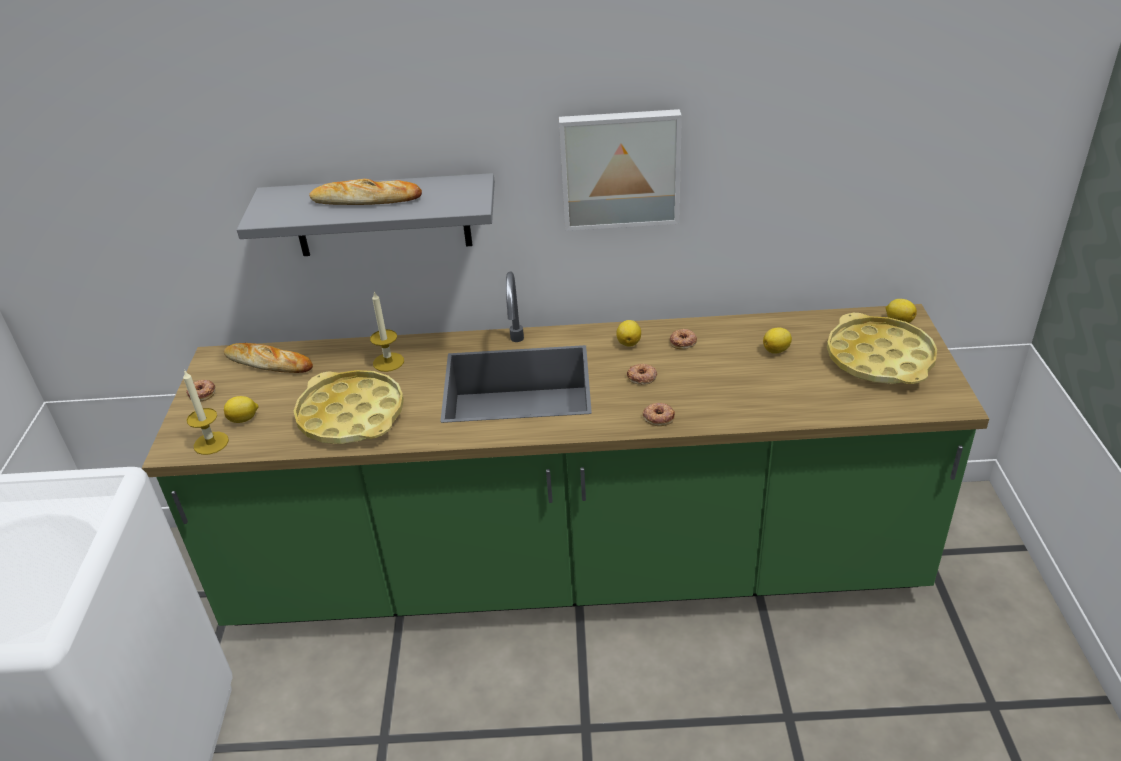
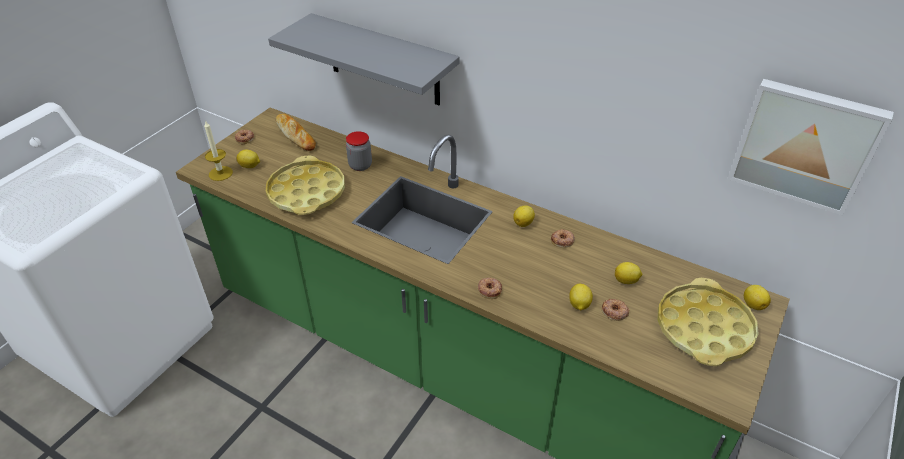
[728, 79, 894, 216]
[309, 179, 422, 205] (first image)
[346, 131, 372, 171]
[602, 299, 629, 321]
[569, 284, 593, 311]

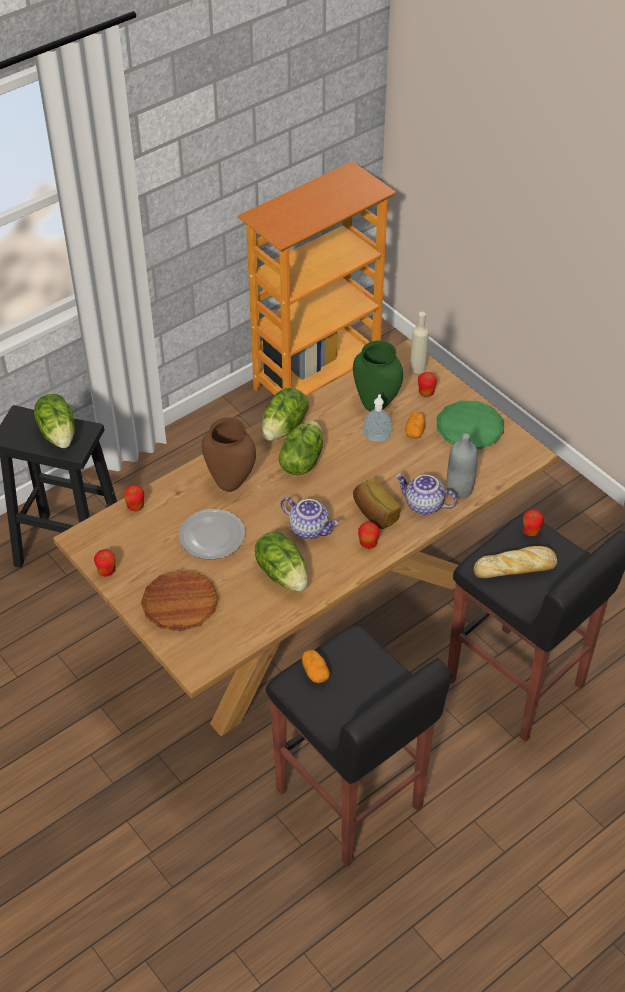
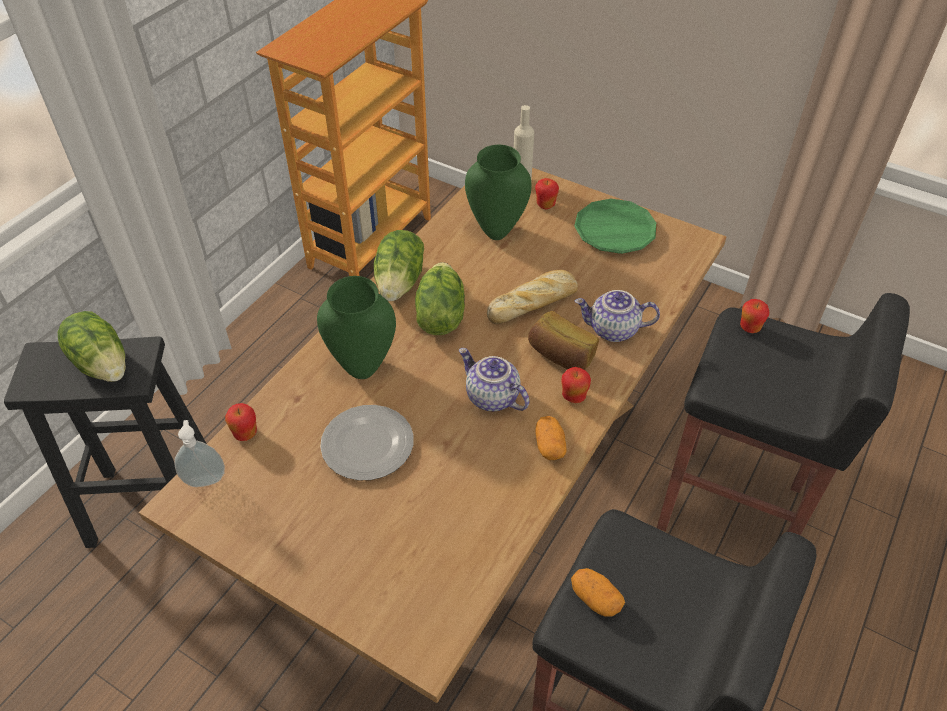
[175, 420, 225, 487]
[536, 416, 567, 460]
[317, 276, 396, 379]
[447, 433, 478, 499] (first image)
[459, 348, 529, 411]
[255, 532, 308, 591] (first image)
[487, 270, 578, 324]
[94, 549, 116, 577] (first image)
[141, 570, 218, 632] (first image)

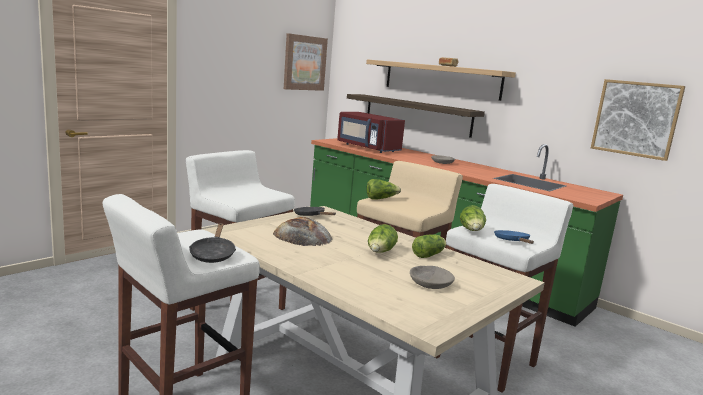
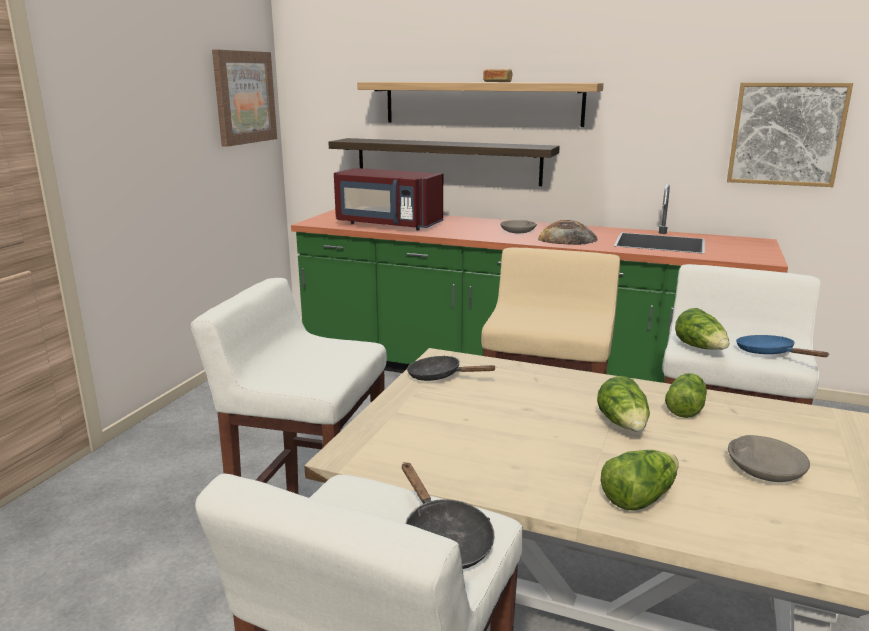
[601, 450, 679, 511]
[538, 220, 598, 245]

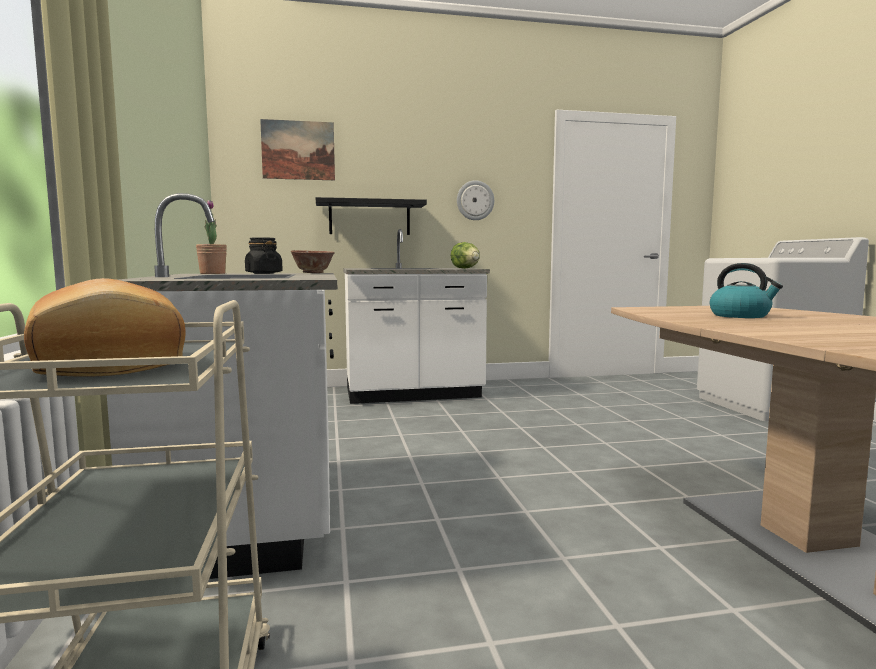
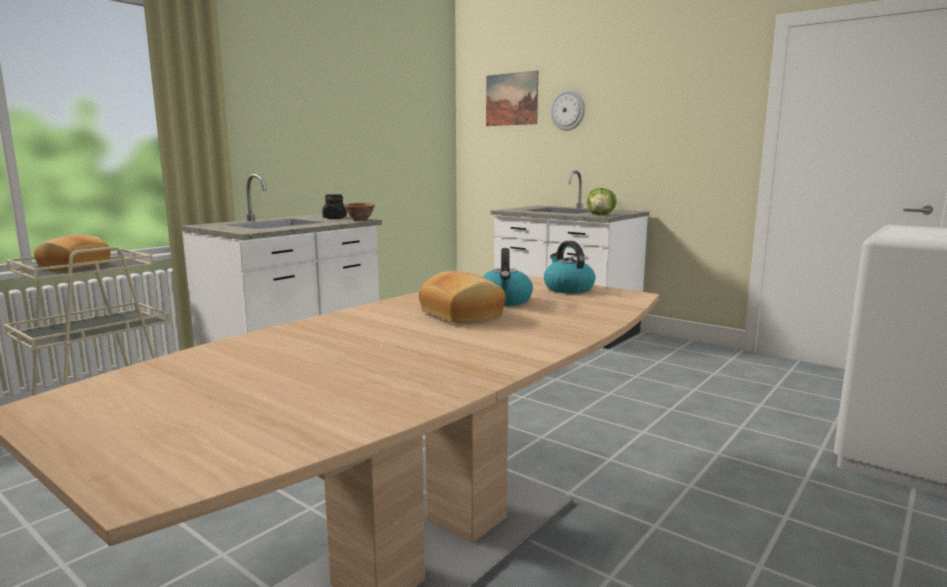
[551, 90, 585, 131]
[316, 197, 427, 235] (first image)
[196, 200, 227, 274] (first image)
[544, 241, 596, 293]
[419, 271, 506, 324]

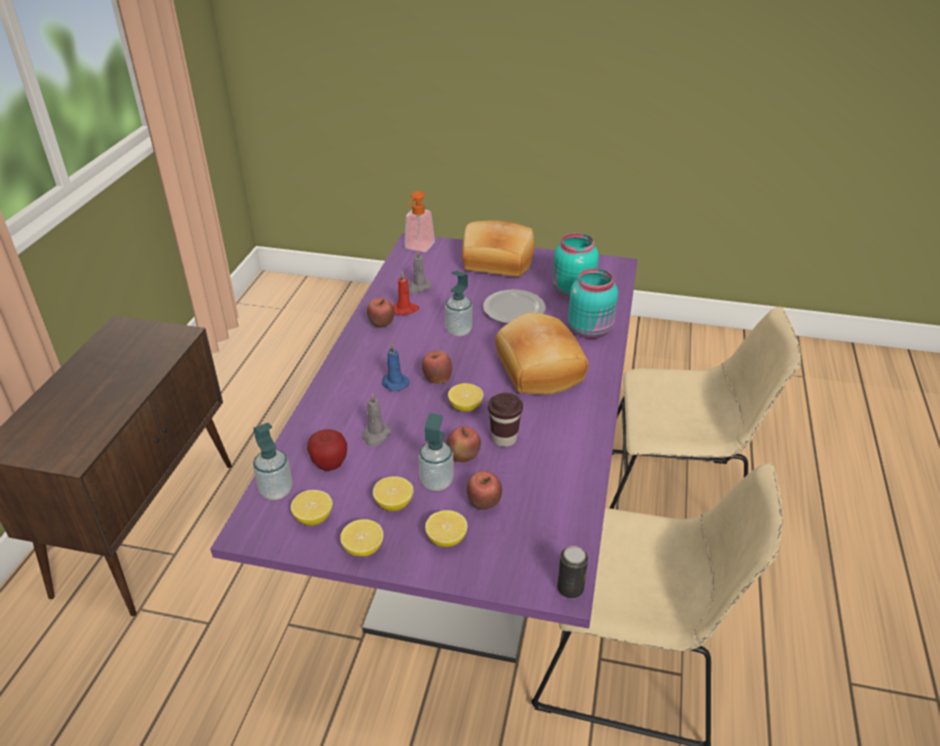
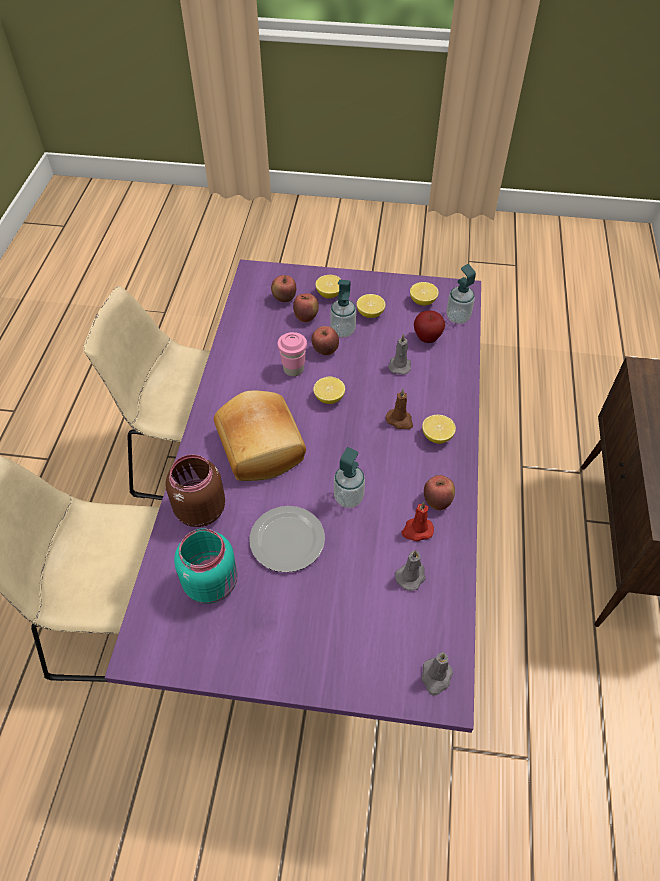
[421, 652, 453, 695]
[462, 220, 534, 277] (first image)
[166, 455, 225, 527]
[386, 389, 413, 429]
[271, 275, 296, 302]
[278, 332, 307, 376]
[422, 415, 456, 444]
[557, 546, 588, 599] (first image)

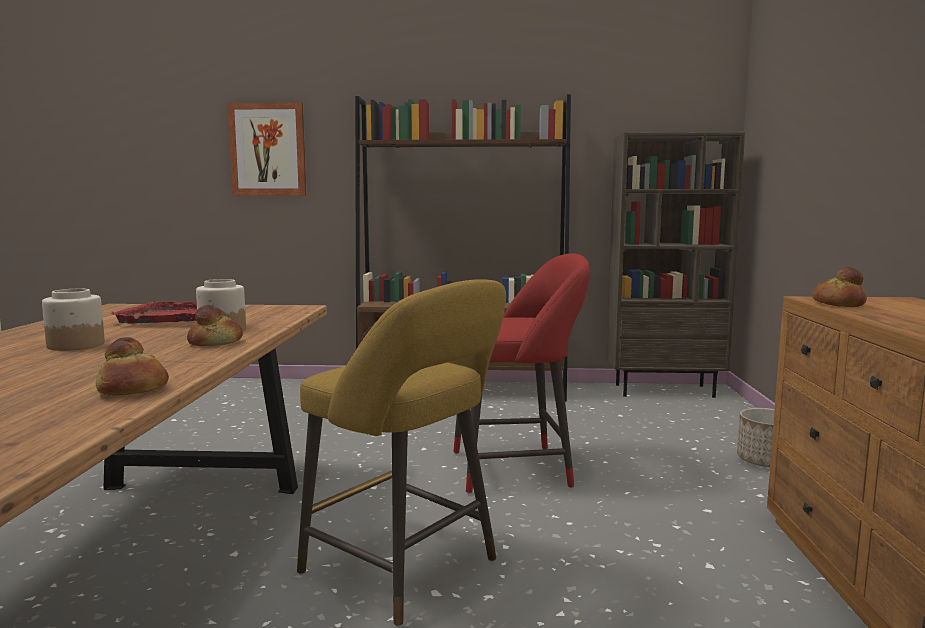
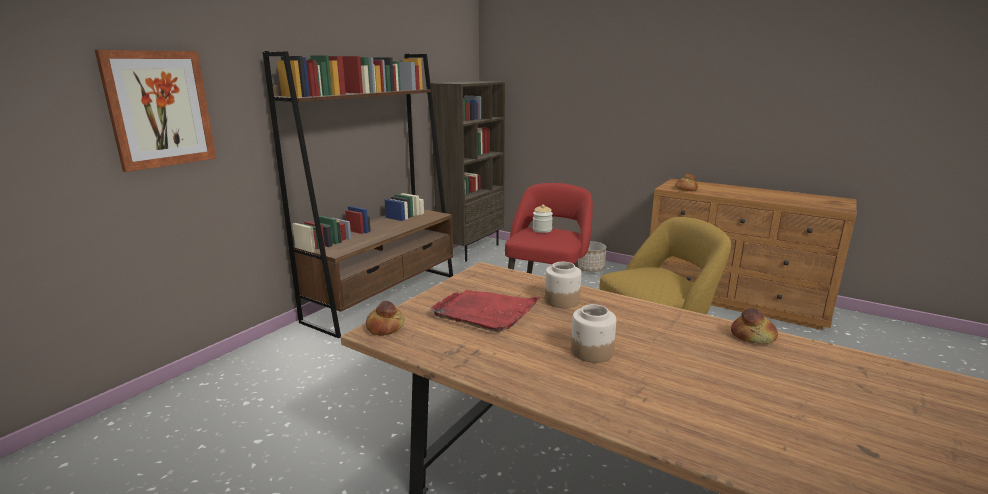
[366, 301, 404, 336]
[533, 204, 553, 233]

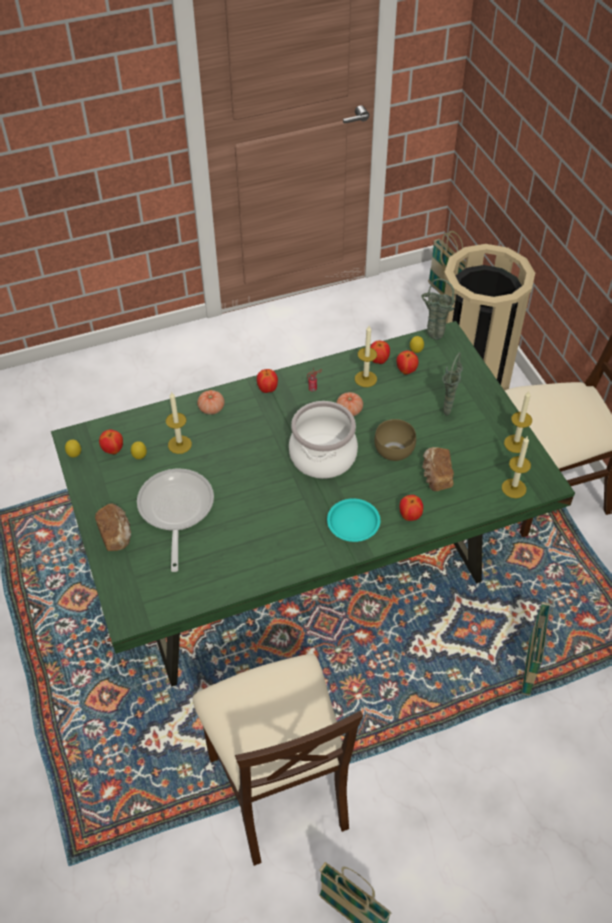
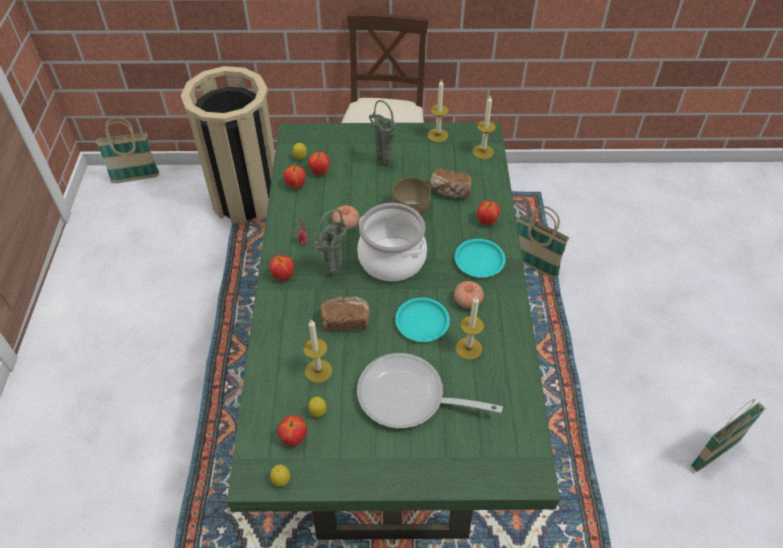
[313, 209, 347, 275]
[456, 295, 484, 360]
[454, 281, 484, 308]
[320, 296, 369, 330]
[193, 654, 363, 866] (first image)
[395, 298, 450, 342]

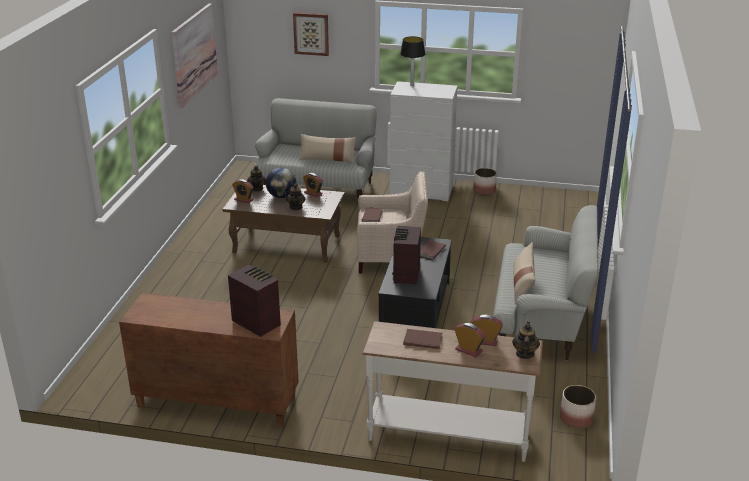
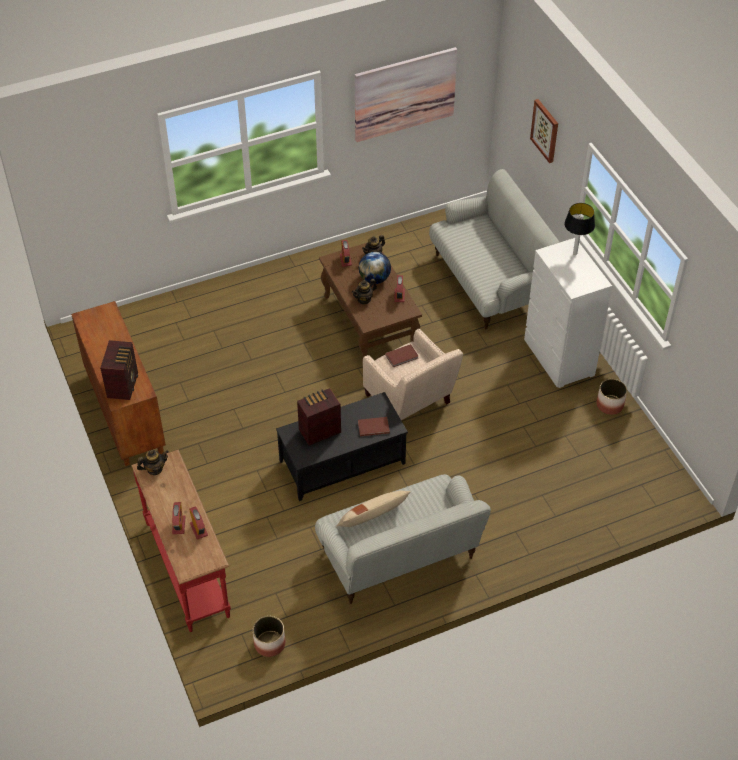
[299, 134, 357, 164] (first image)
[131, 449, 231, 632]
[137, 450, 169, 475]
[403, 329, 443, 349] (first image)

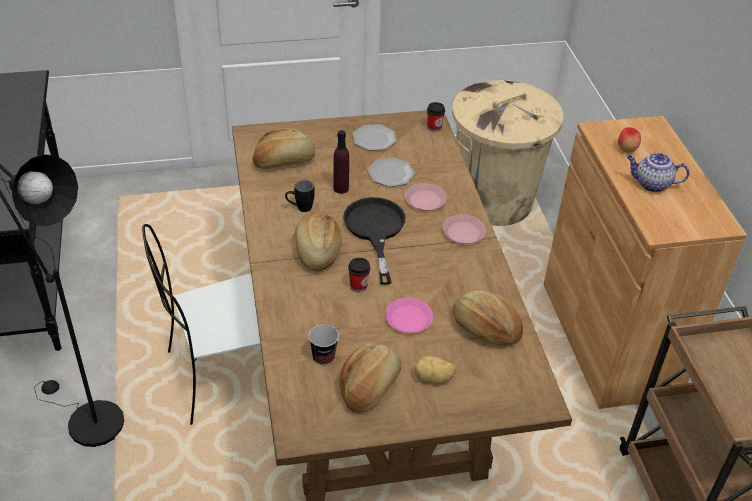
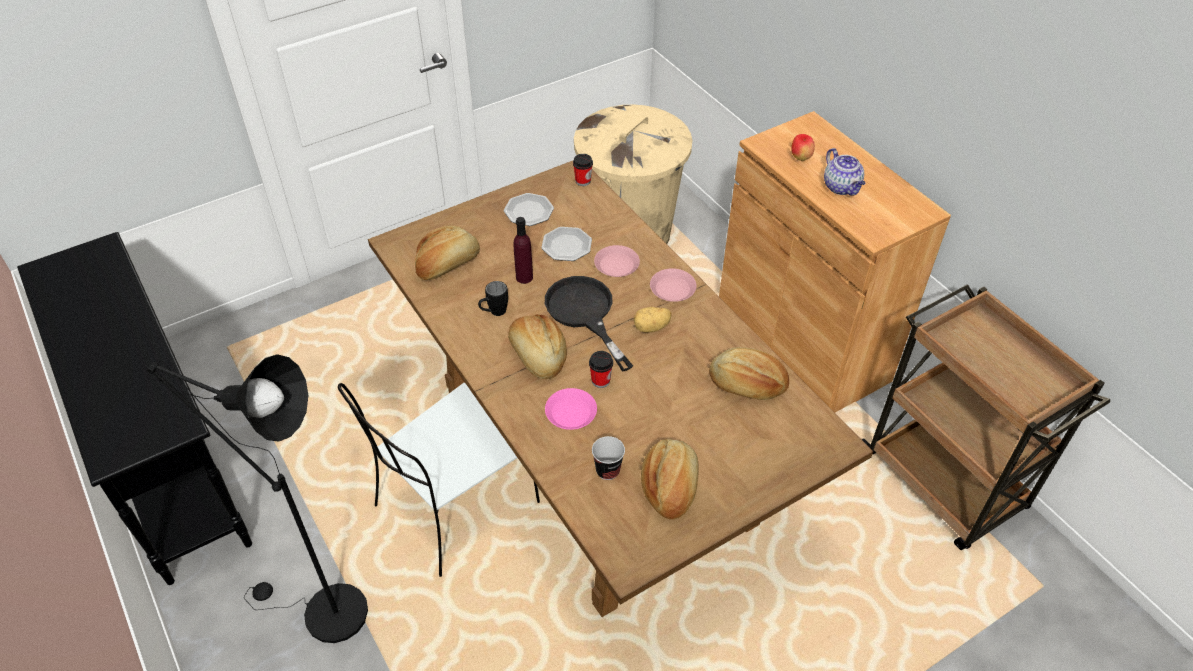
[824, 148, 865, 196]
[545, 388, 597, 430]
[634, 307, 672, 332]

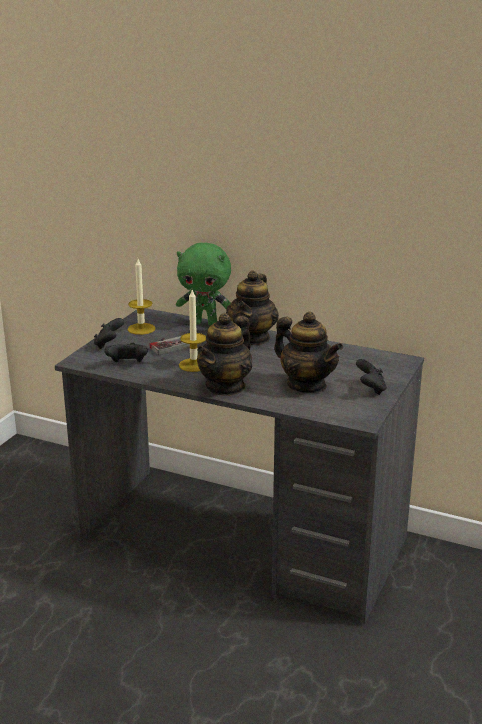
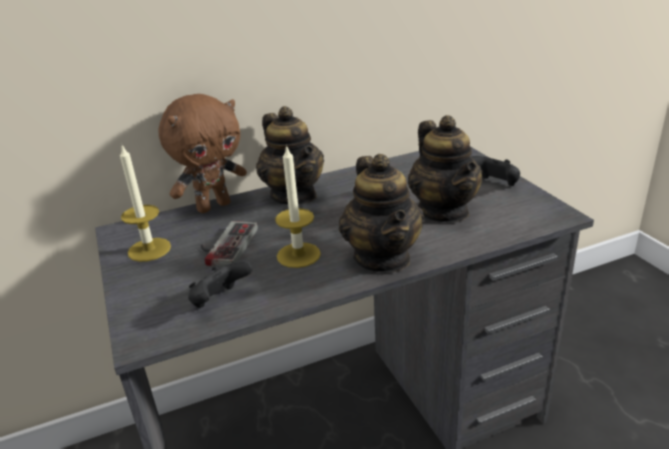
[158, 94, 247, 213]
[408, 115, 482, 223]
[94, 318, 124, 349] (first image)

